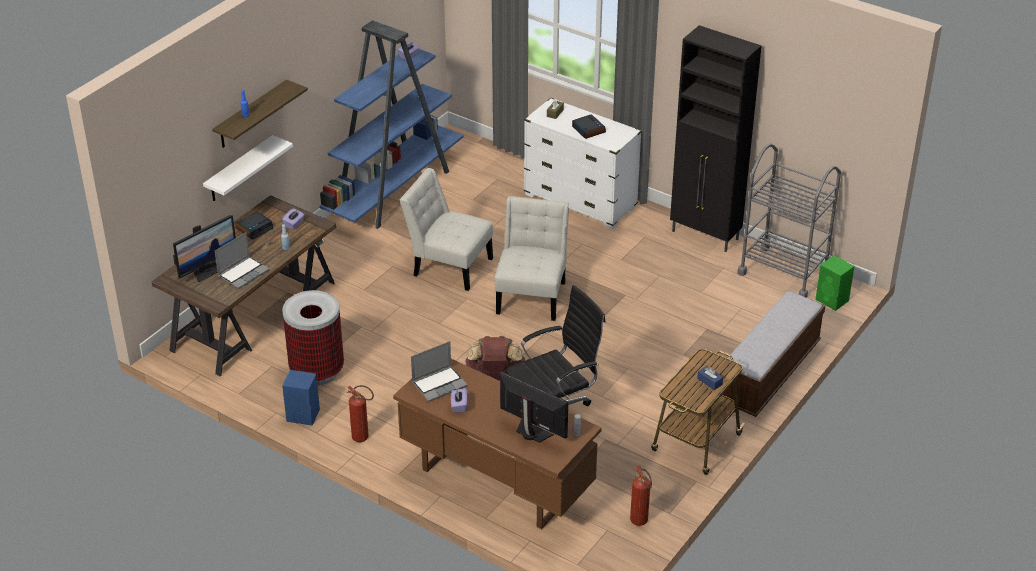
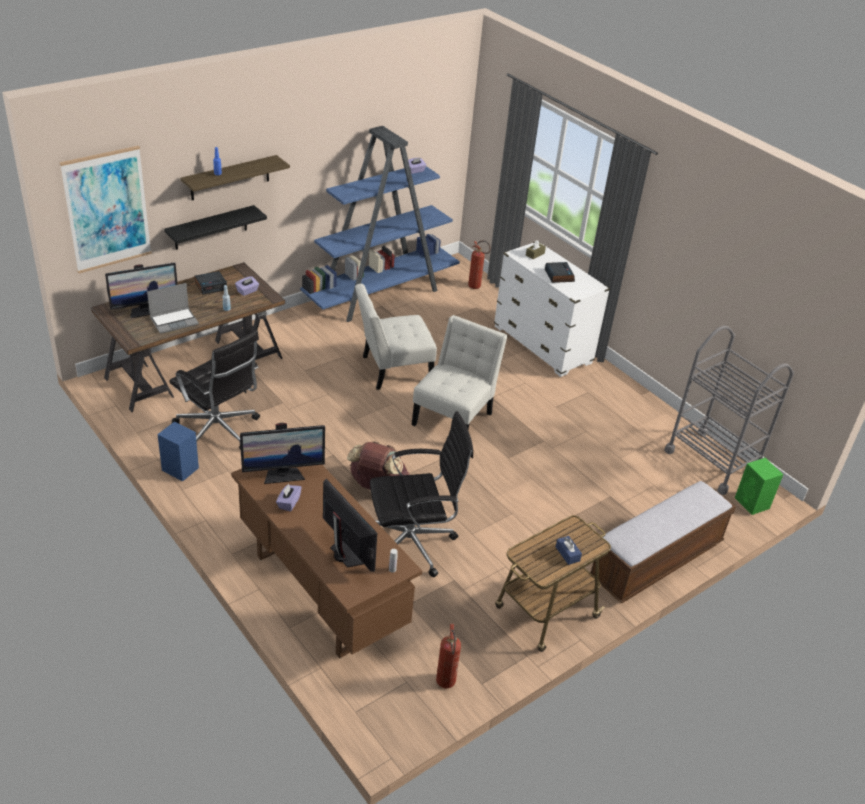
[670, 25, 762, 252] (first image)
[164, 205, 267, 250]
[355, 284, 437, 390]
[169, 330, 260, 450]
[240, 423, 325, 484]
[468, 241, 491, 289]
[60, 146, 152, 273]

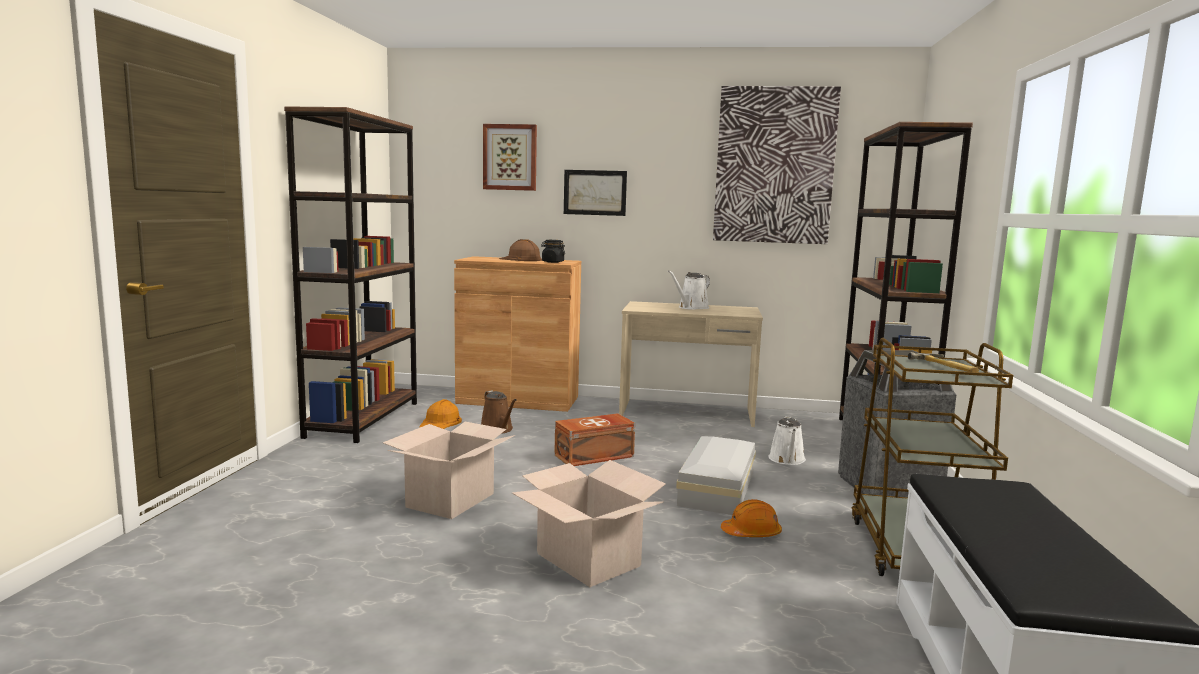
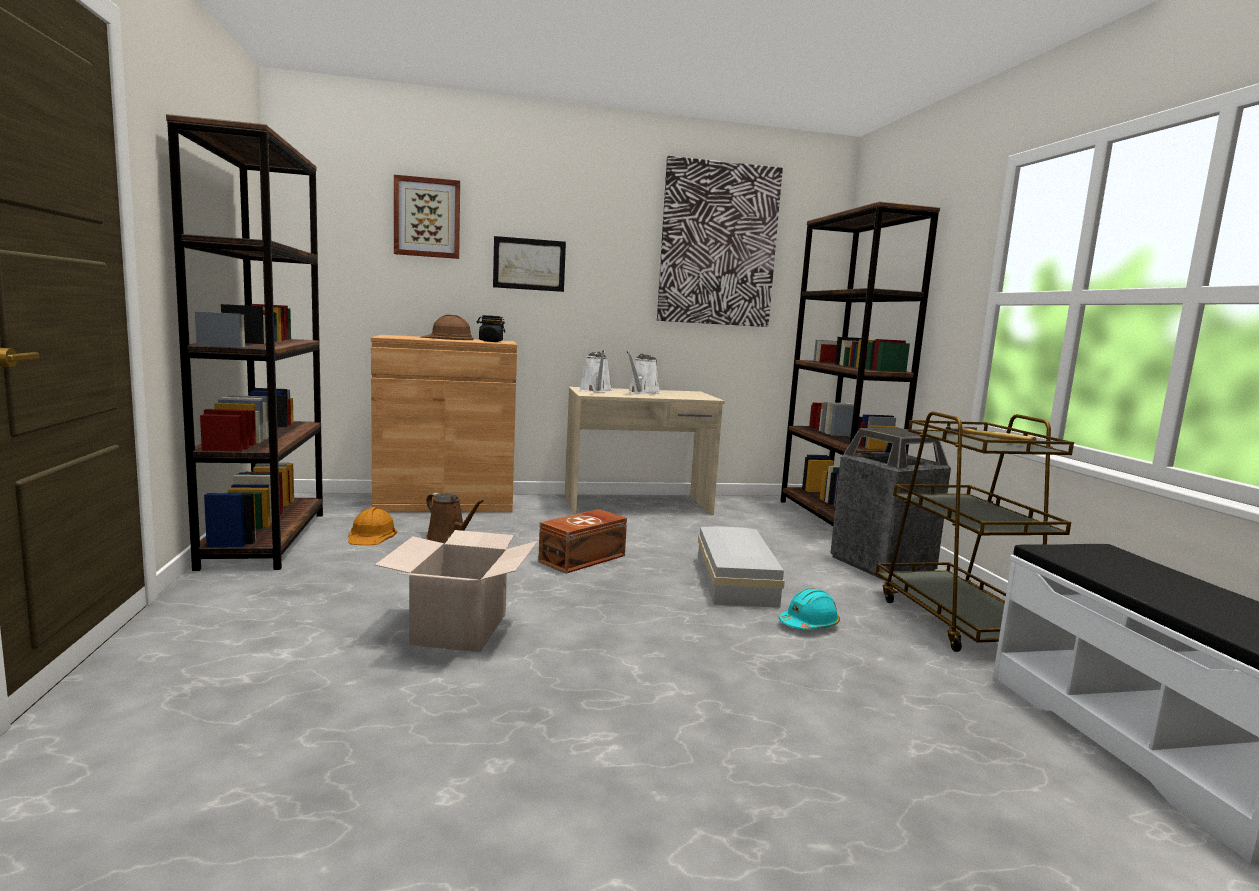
[579, 350, 612, 392]
[512, 460, 666, 587] (first image)
[779, 588, 840, 630]

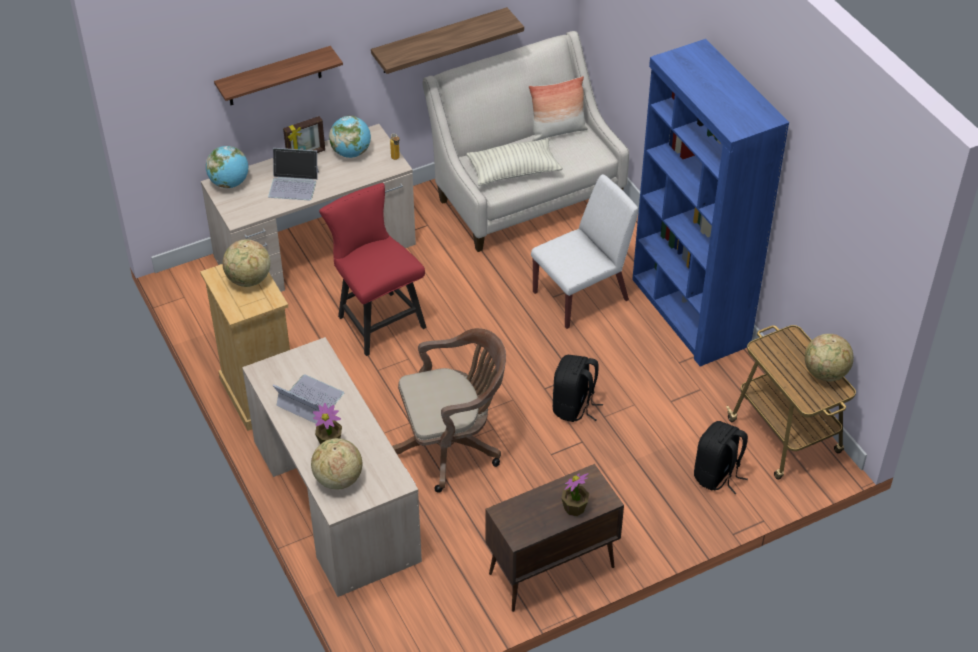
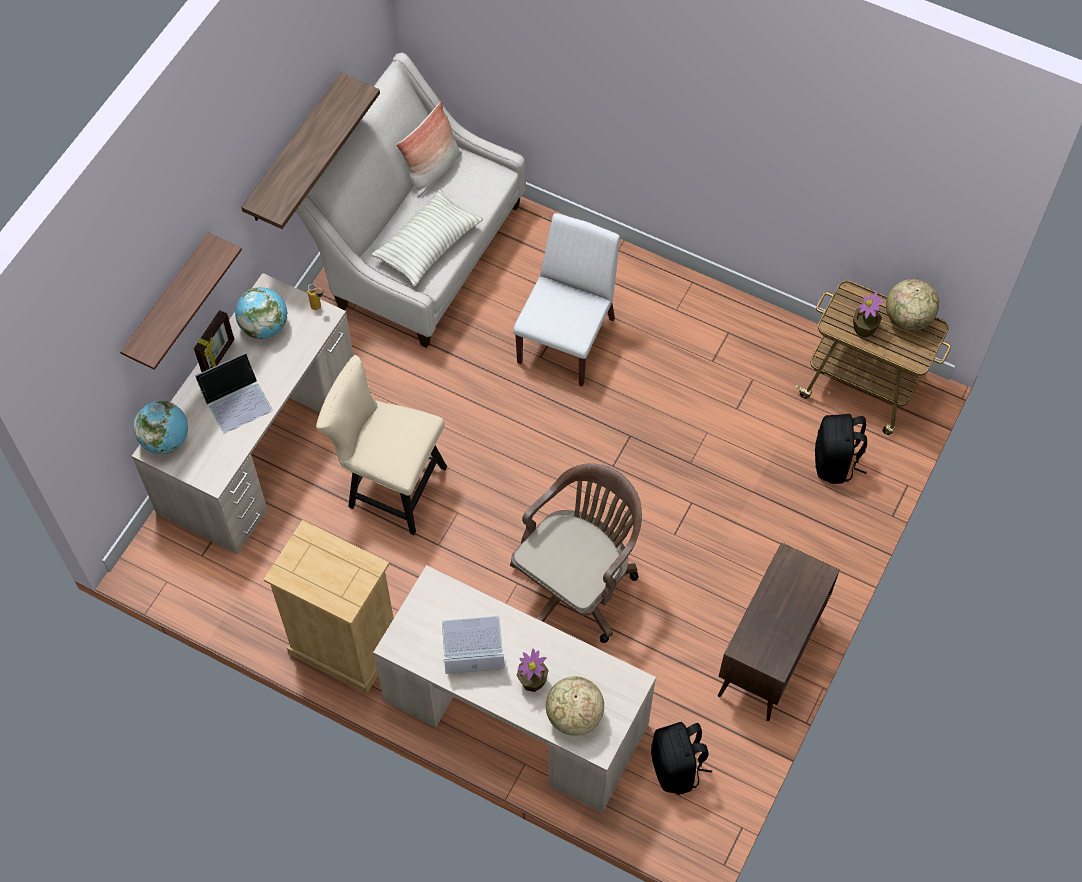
[632, 39, 789, 366] (first image)
[316, 355, 447, 535]
[222, 239, 271, 287] (first image)
[651, 722, 712, 795]
[853, 292, 884, 338]

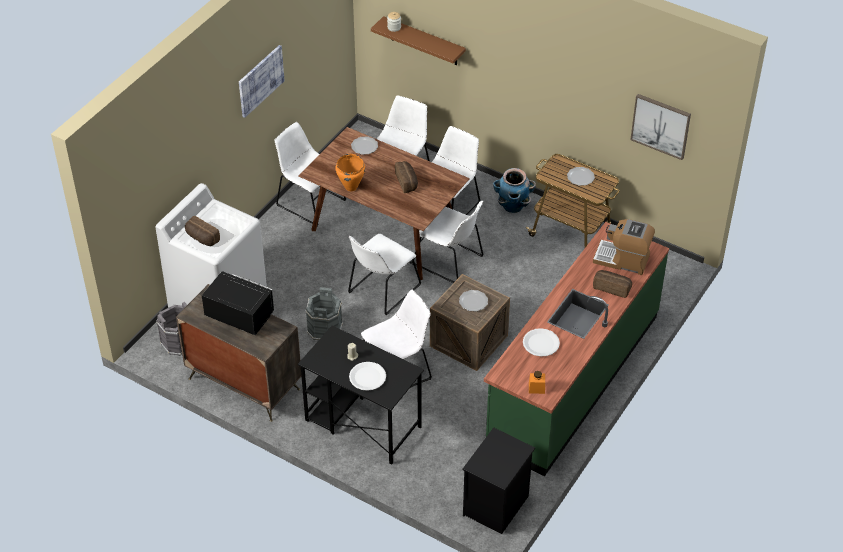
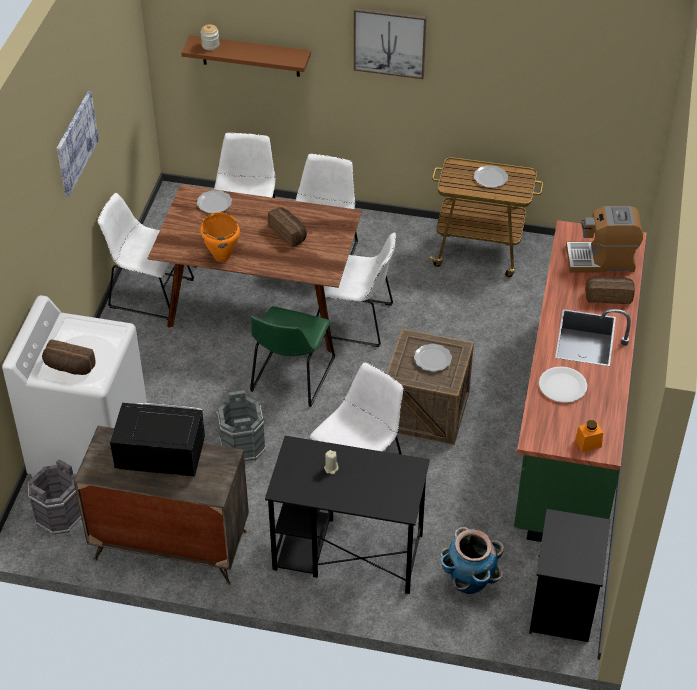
[354, 7, 427, 79]
[440, 527, 504, 594]
[250, 306, 335, 407]
[349, 362, 386, 391] (first image)

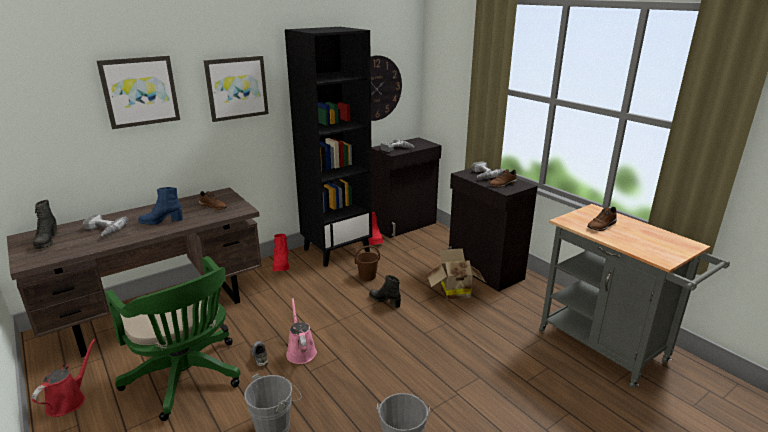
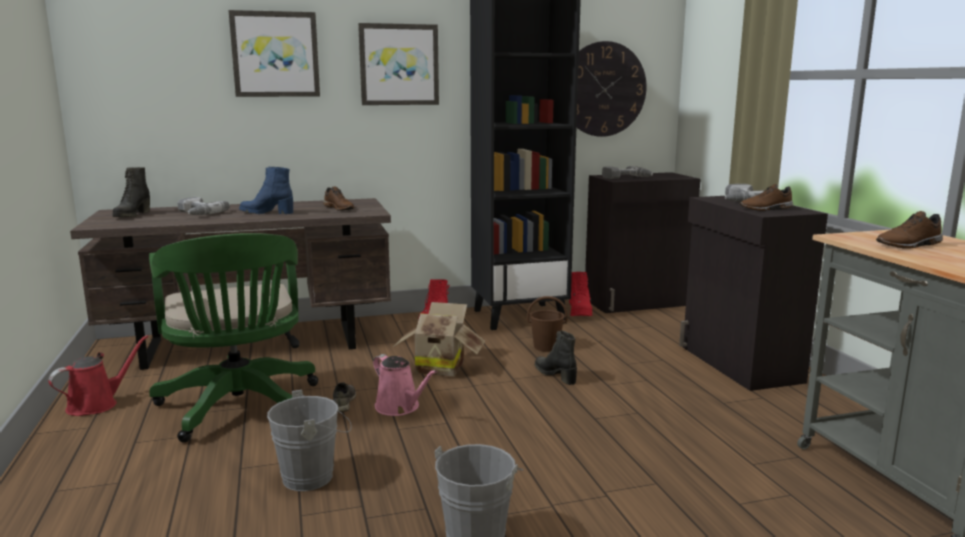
[392, 302, 485, 376]
[373, 354, 437, 416]

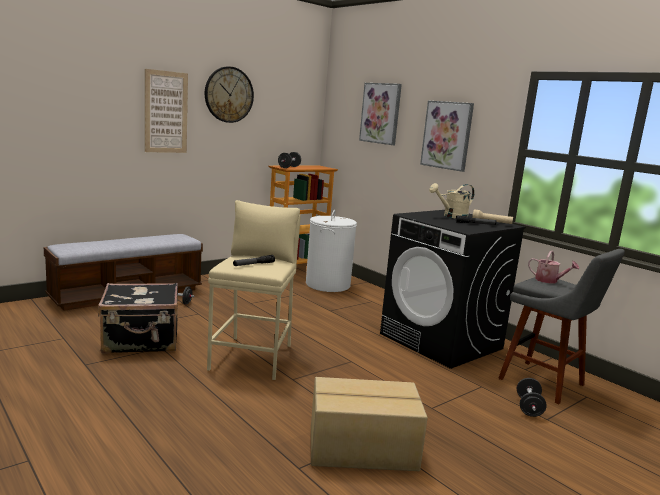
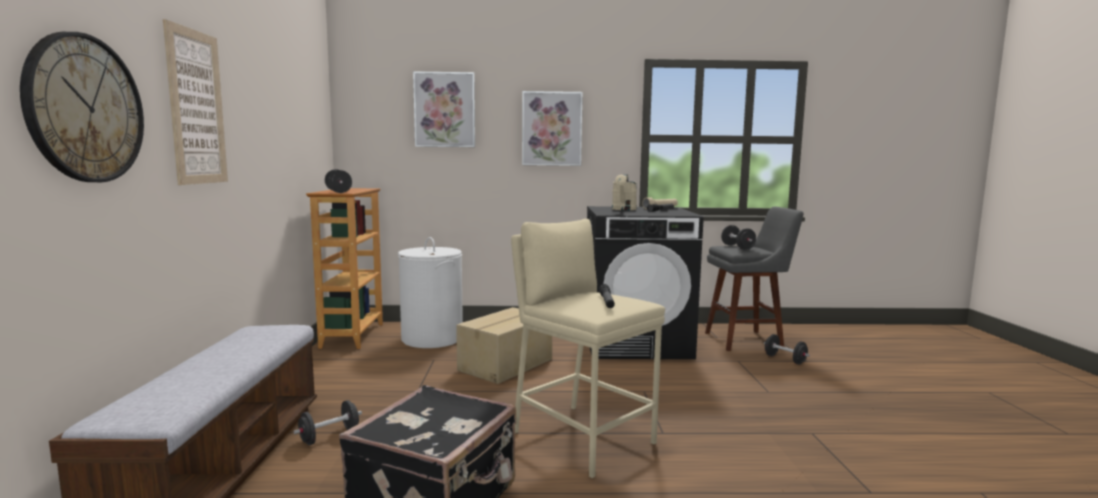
[20, 32, 144, 182]
[721, 225, 756, 250]
[456, 307, 552, 384]

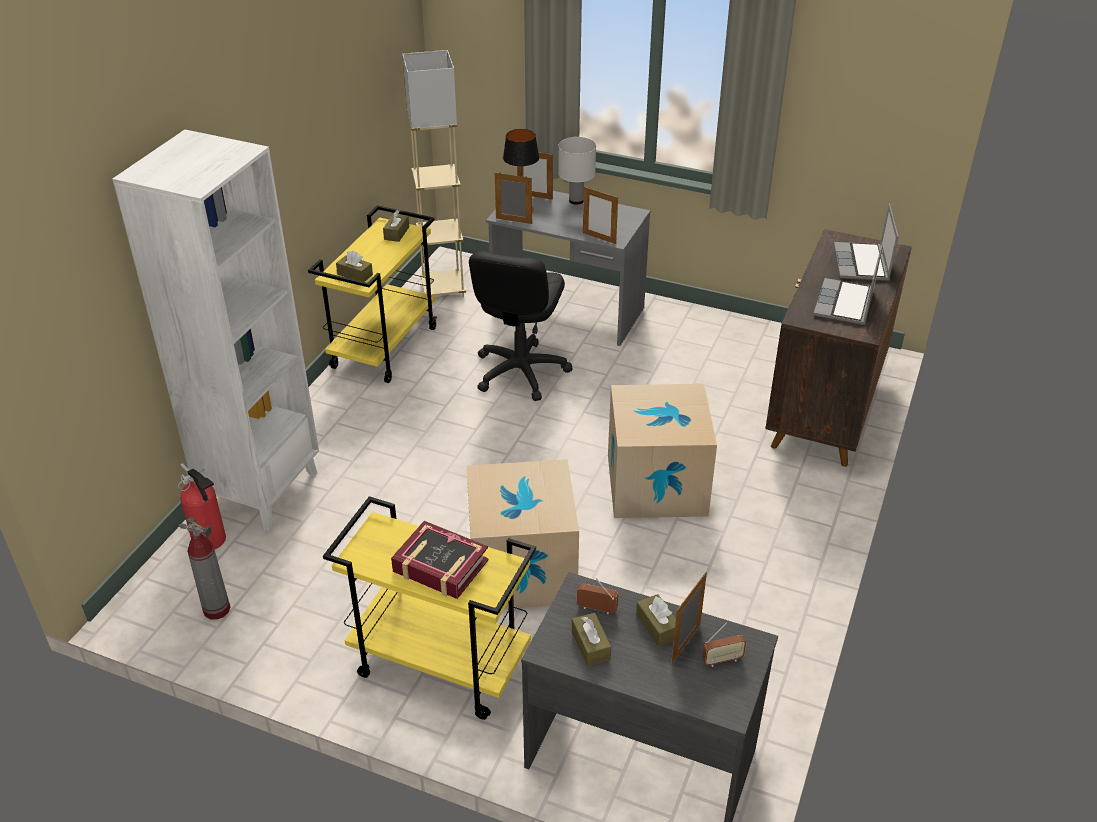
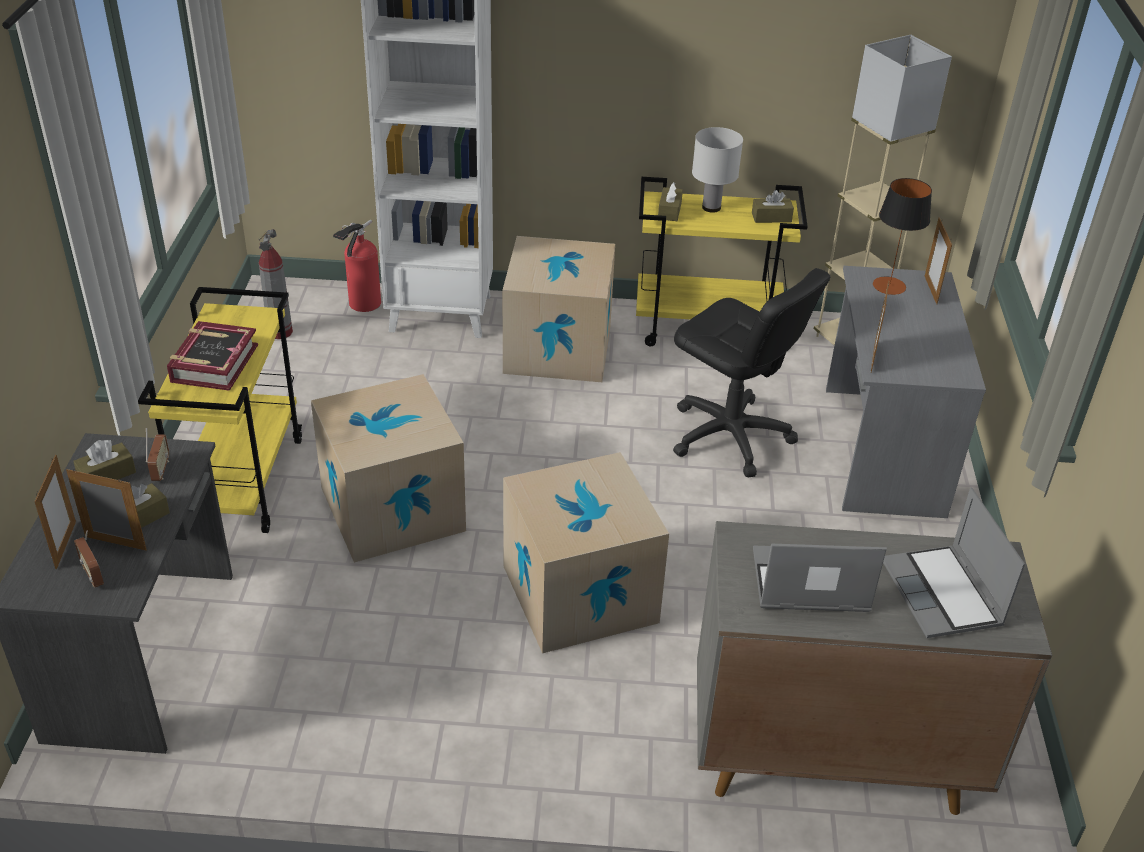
[692, 127, 743, 213]
[34, 455, 76, 569]
[883, 488, 1025, 638]
[697, 521, 1052, 815]
[673, 268, 830, 478]
[503, 236, 615, 382]

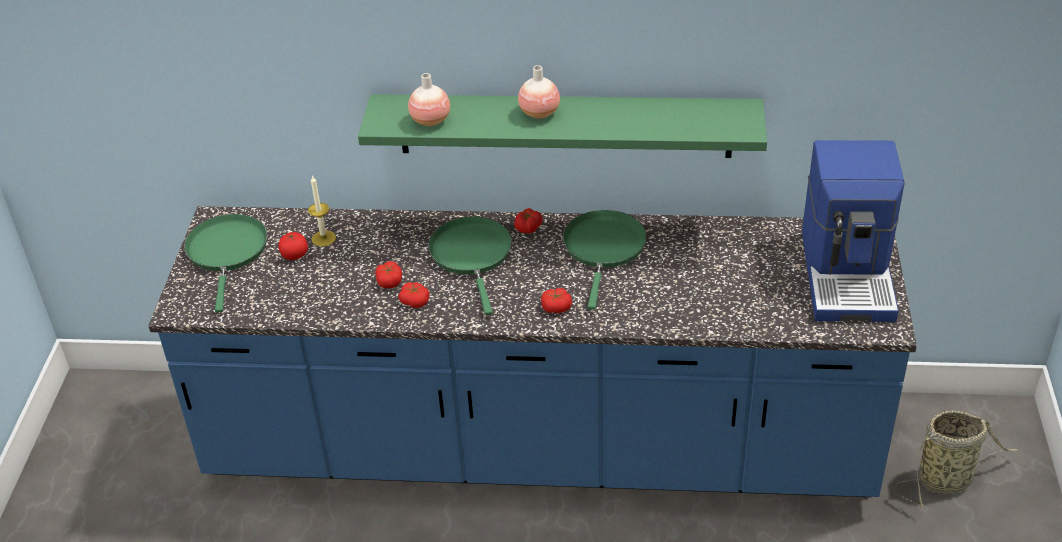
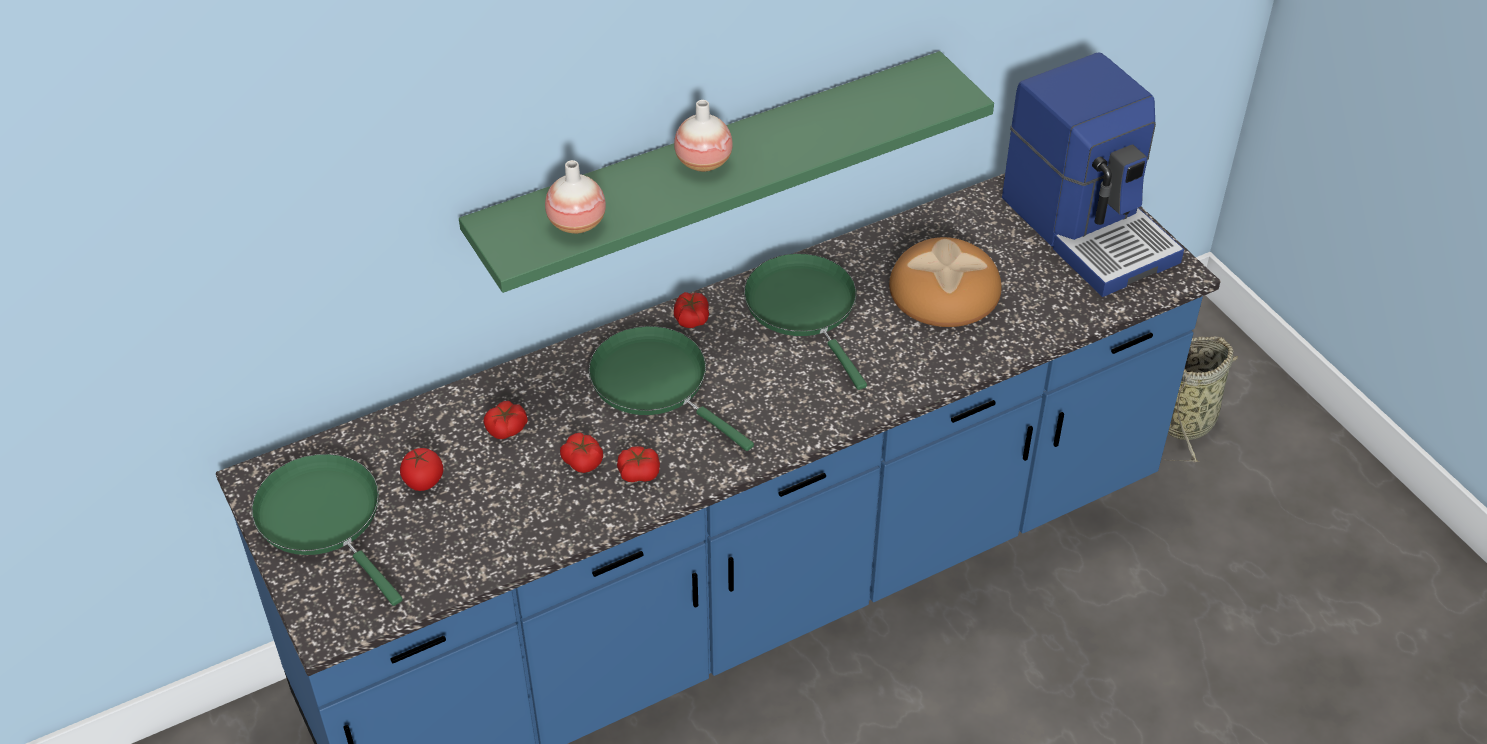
[308, 175, 336, 247] (first image)
[484, 401, 528, 439]
[889, 237, 1002, 327]

